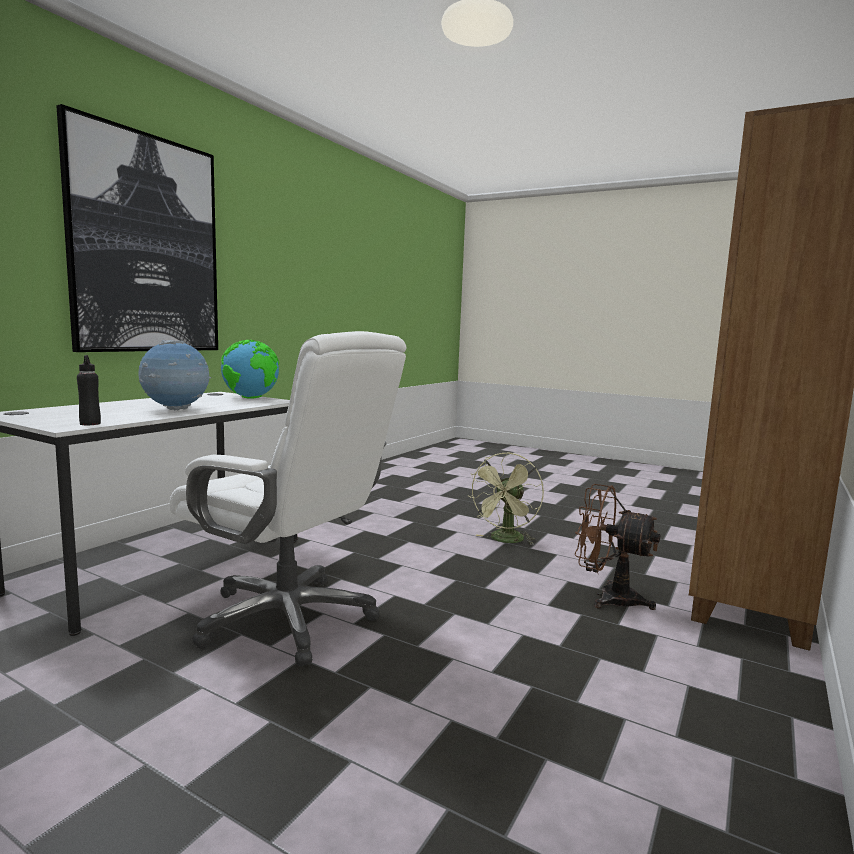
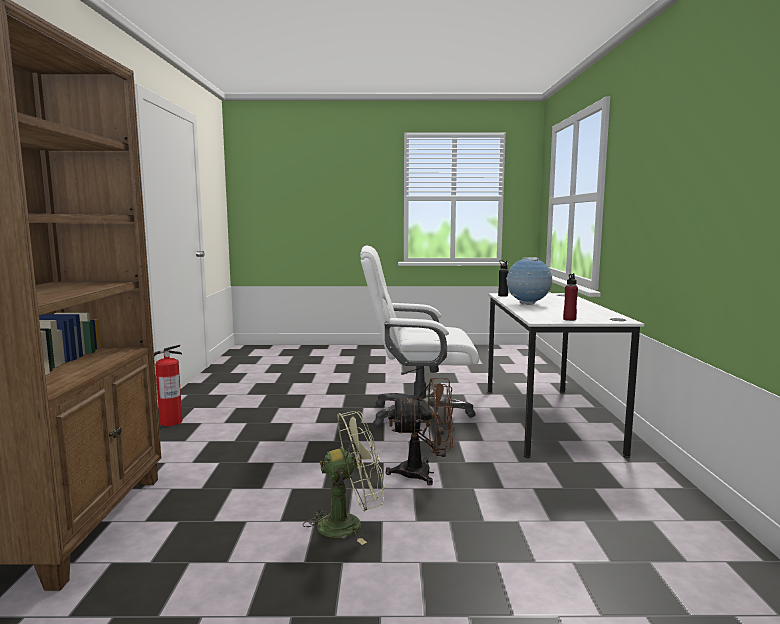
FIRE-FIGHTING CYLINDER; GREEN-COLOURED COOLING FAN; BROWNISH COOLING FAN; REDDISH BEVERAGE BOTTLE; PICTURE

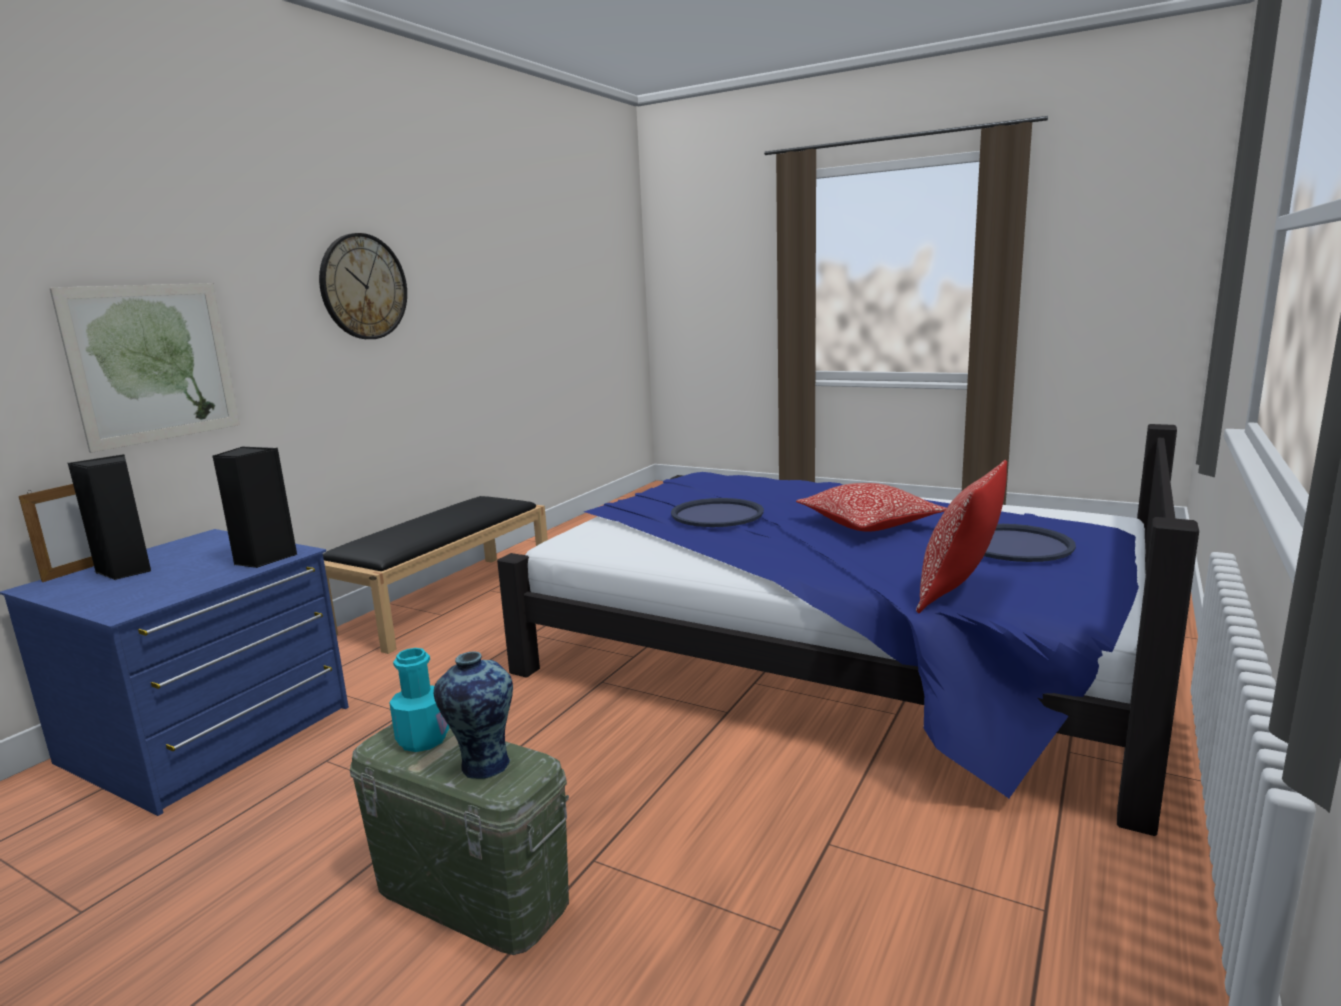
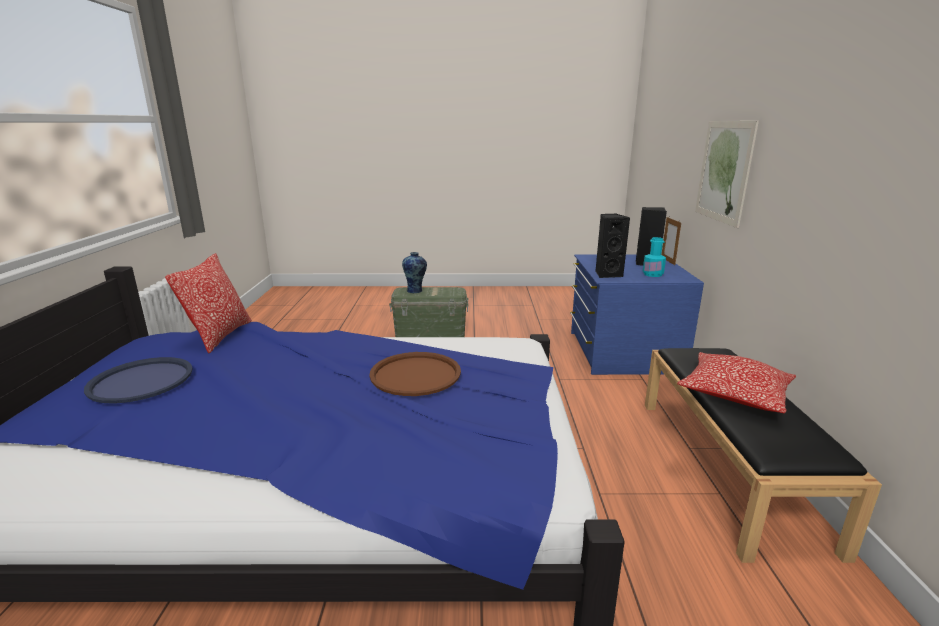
BROWNISH SERVING TRAY; BLUE-GREEN BEVERAGE BOTTLE; THROW PILLOW (no. 2 from left); CLOCK ON THE WALL

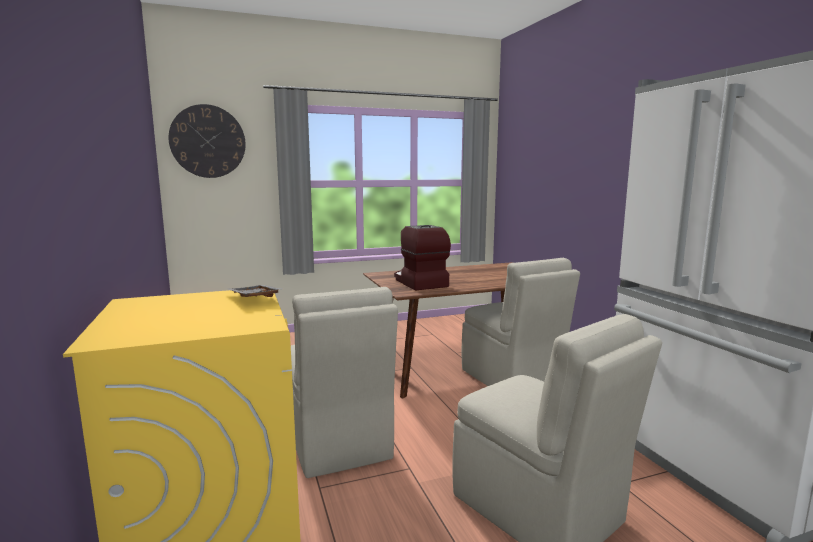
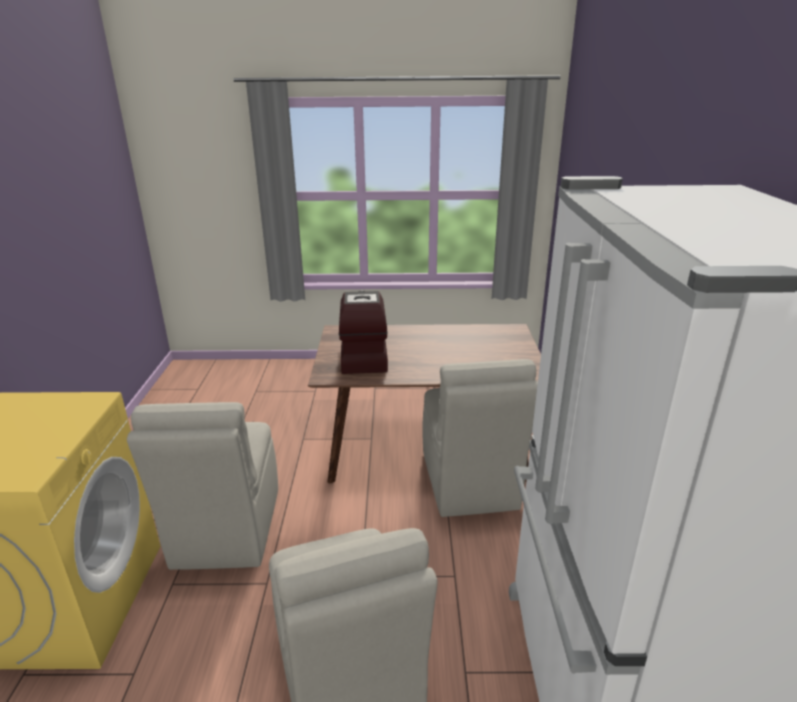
CLOCK ON THE WALL; GREYISH SERVING TRAY

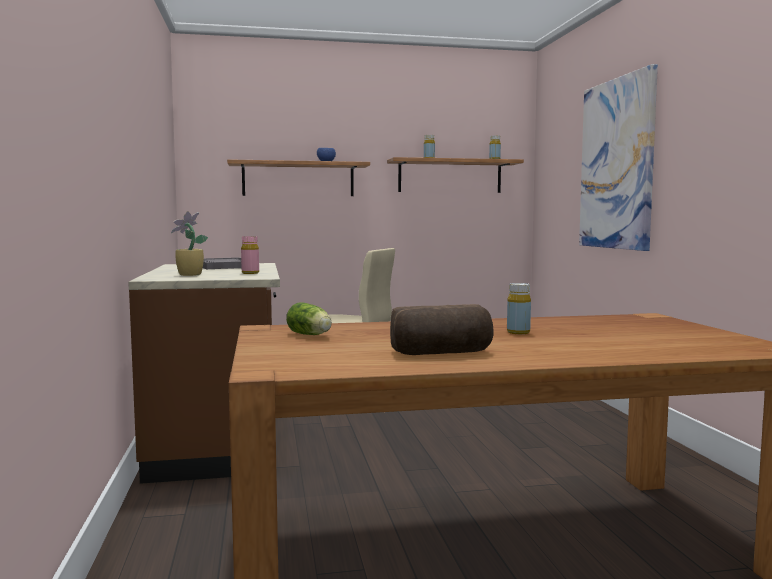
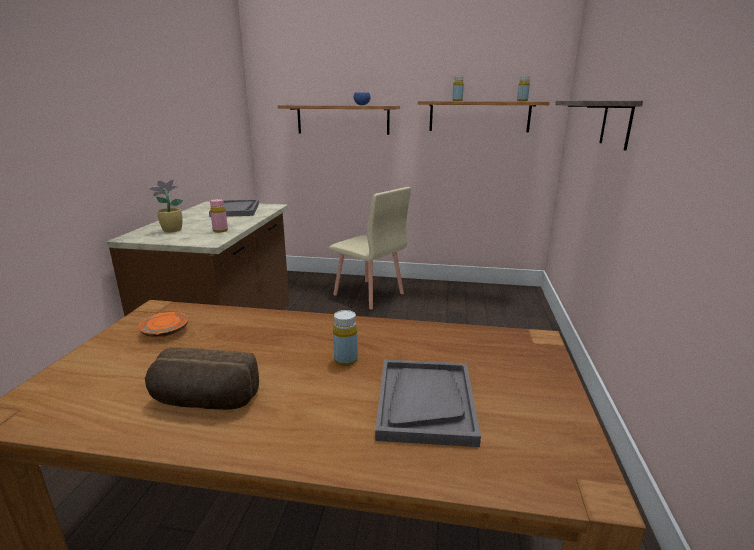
ORANGEY FLAT DISH; GREYISH SERVING TRAY (no. 2 from left); BRACKET SHELF (no. 3 from left)

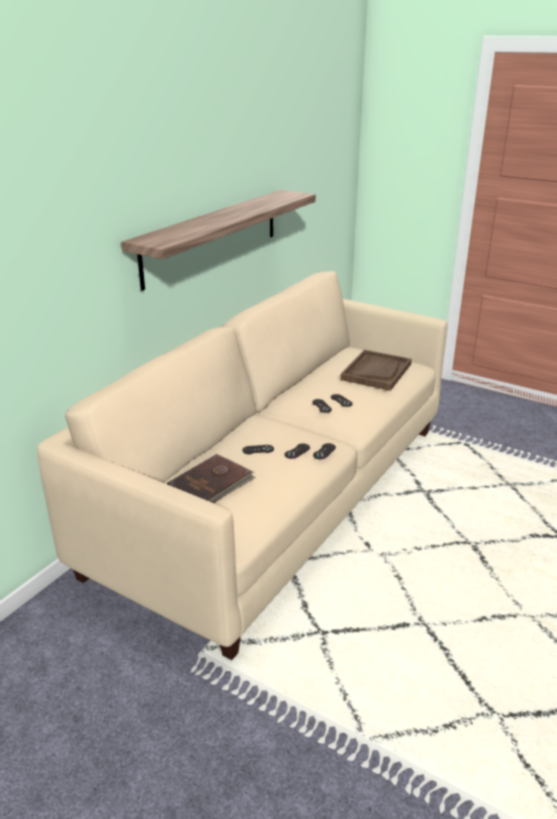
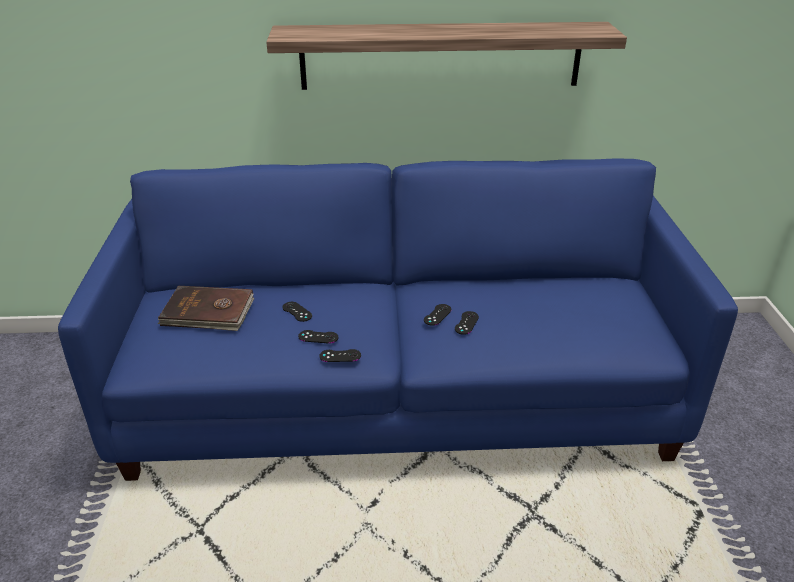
BLUE COUCH; BROWNISH SERVING TRAY

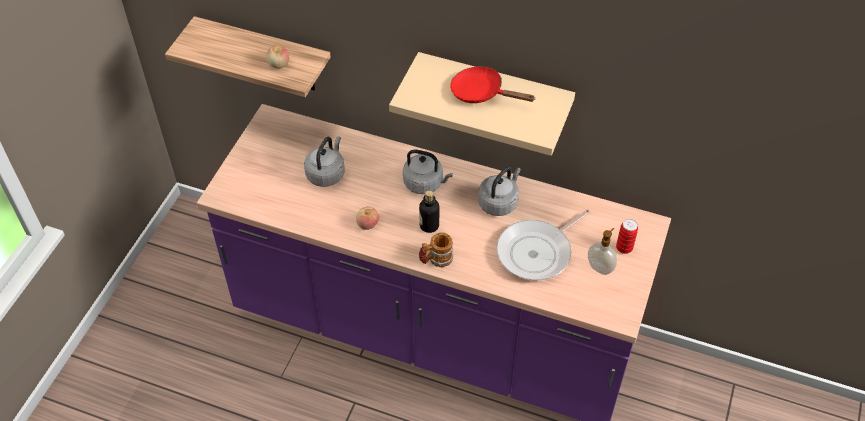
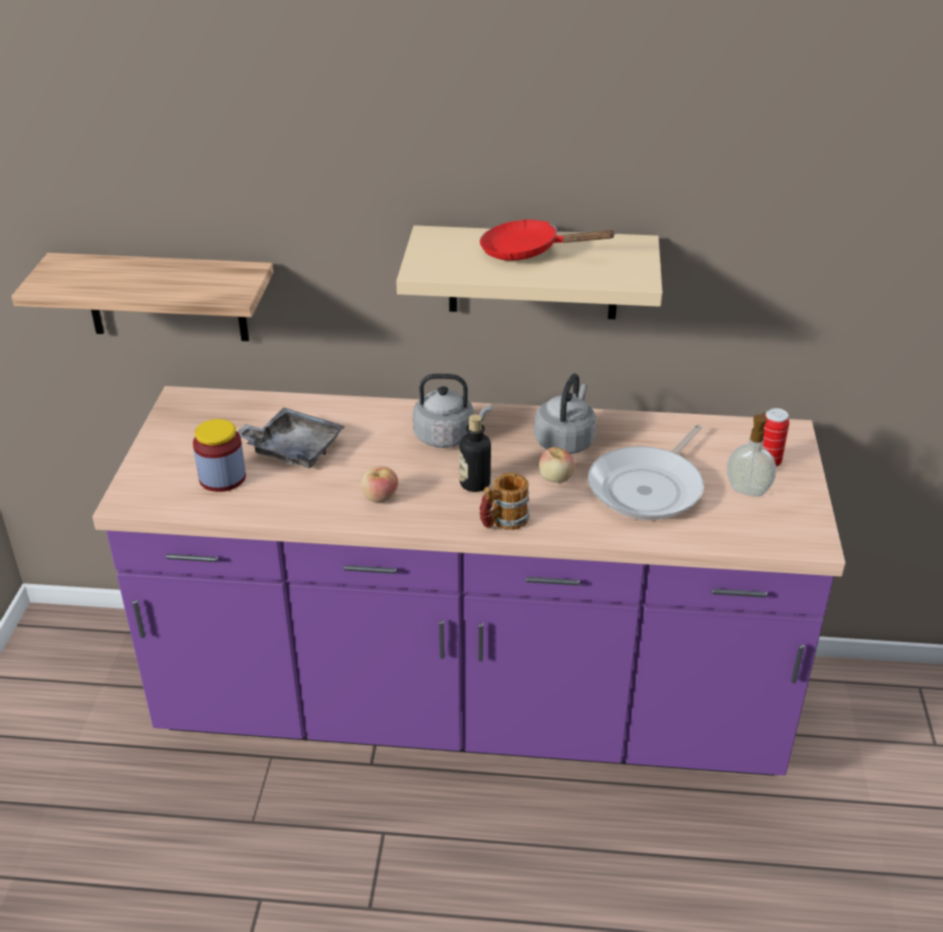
PRESERVE JAR; GREYISH SERVING TRAY; APPLE FRUIT (no. 2 from left)

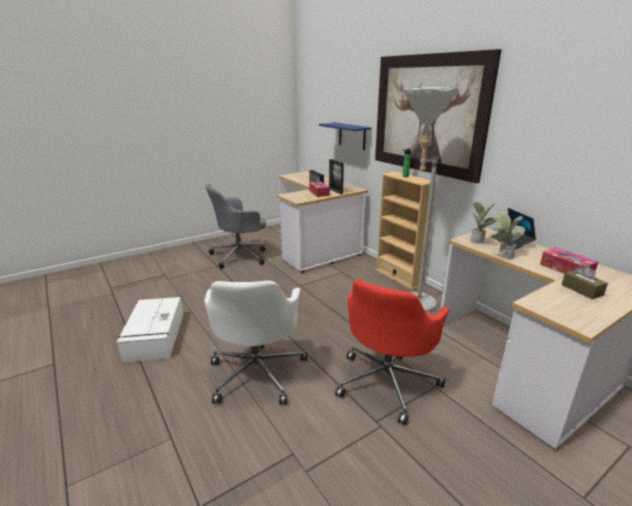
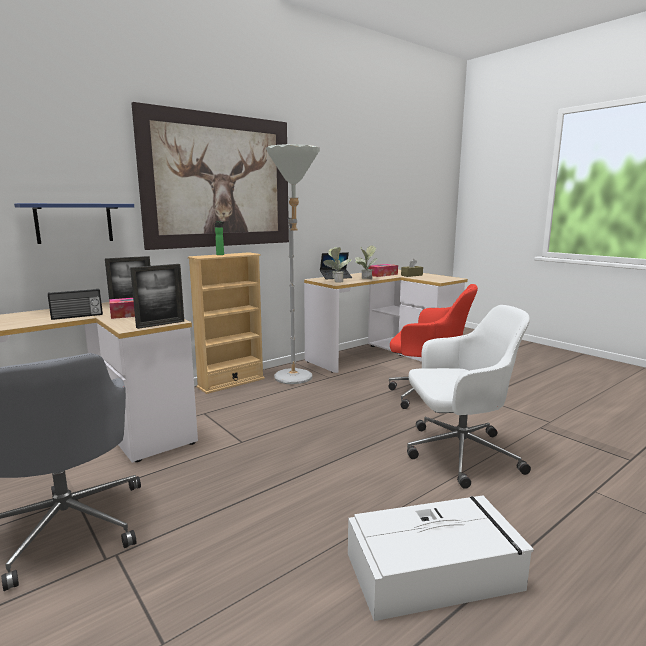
PHOTO FRAME (no. 2 from left)

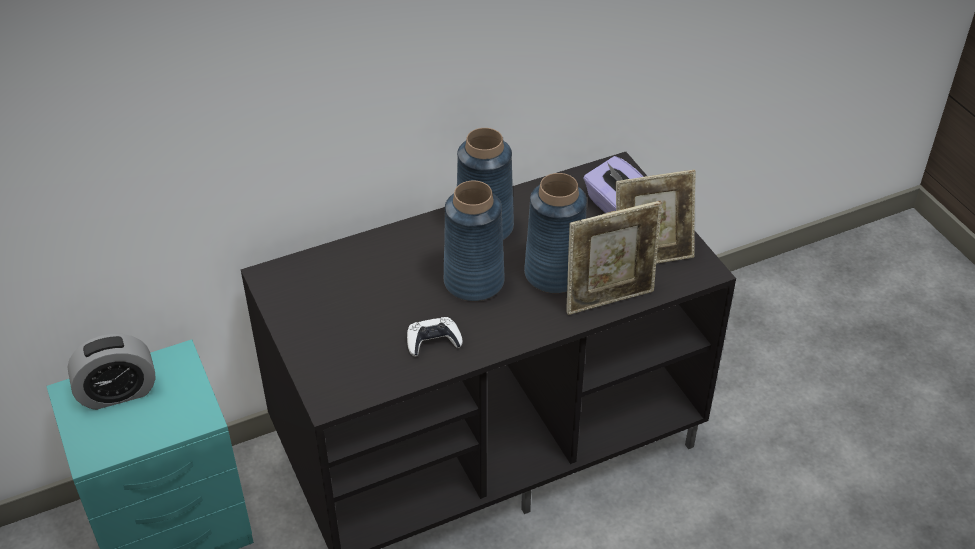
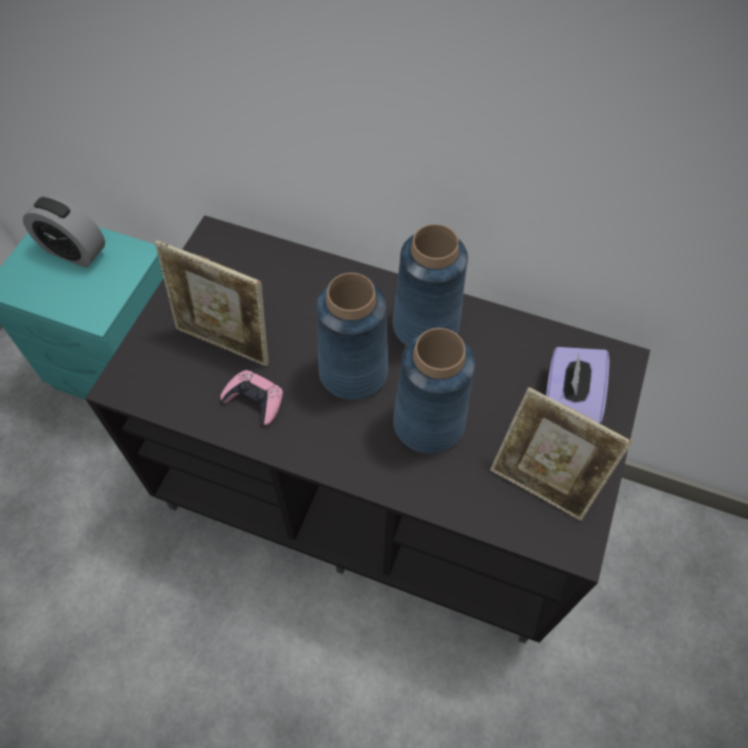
PHOTO FRAME (no. 1 from left); PINK GAME CONTROLLER

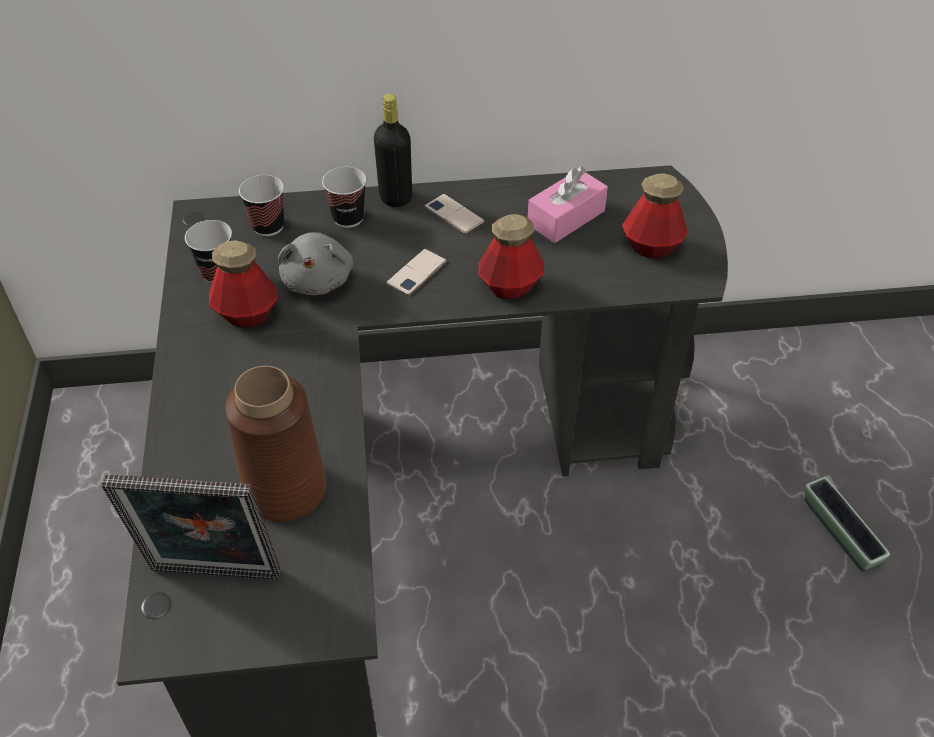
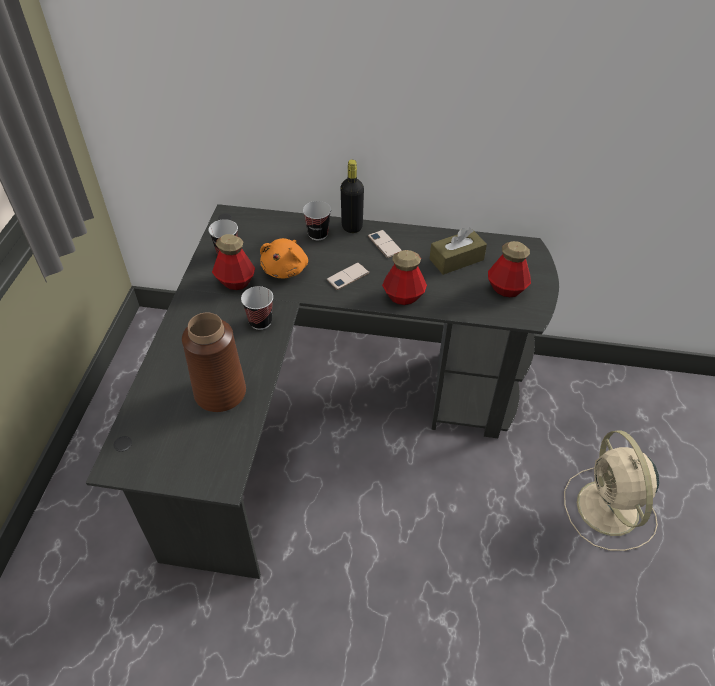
DRINKING CUP (no. 2 from left); ORANGEY SOFT TOY; BROWNISH BOX OF TISSUES; BEIGE COOLING FAN; PHOTO FRAME

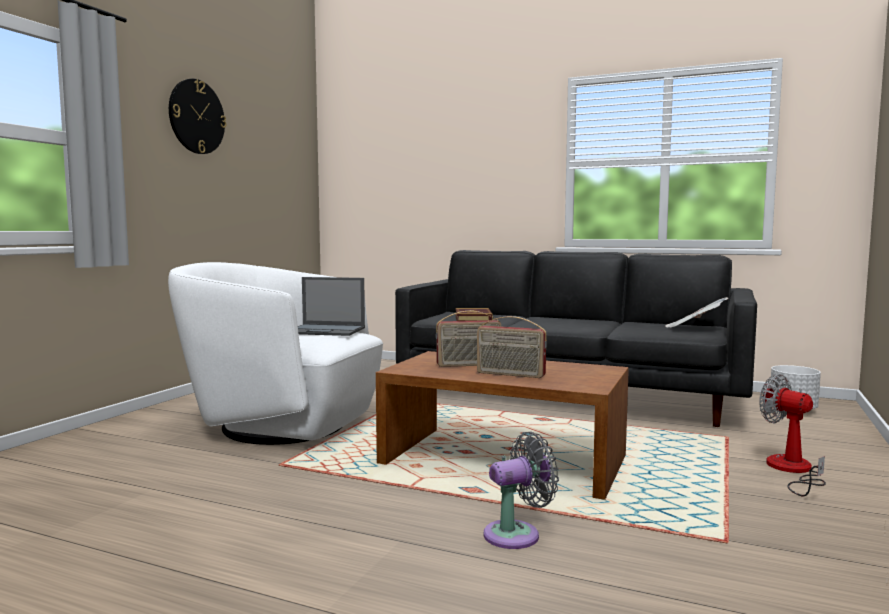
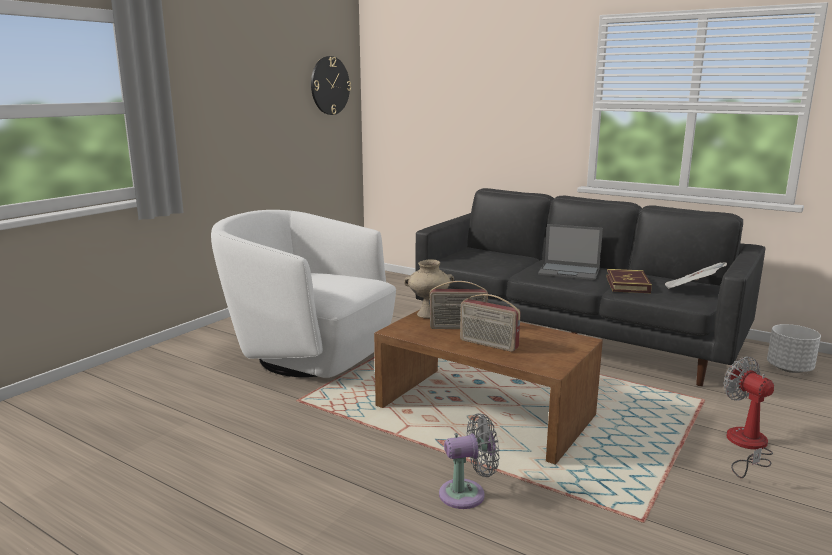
CLOCK ON THE WALL; BEIGE VASE; PORTABLE COMPUTER; VOLUME

